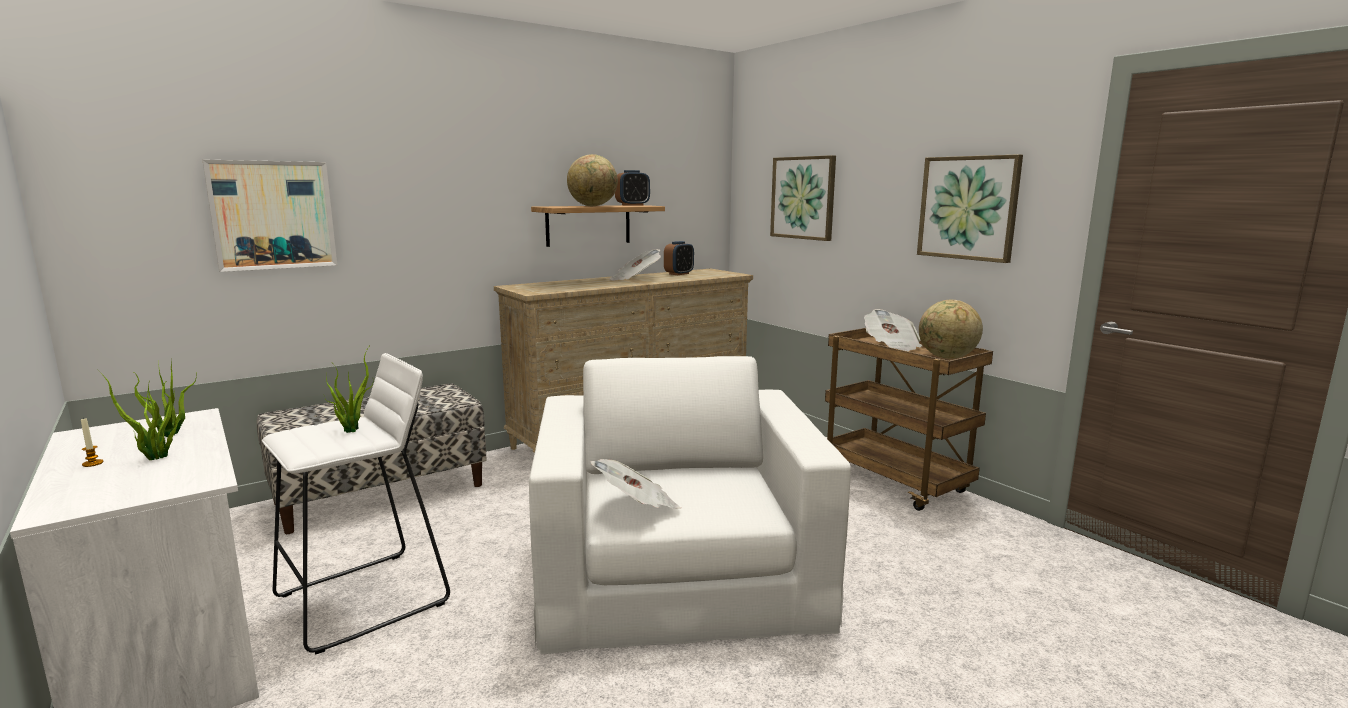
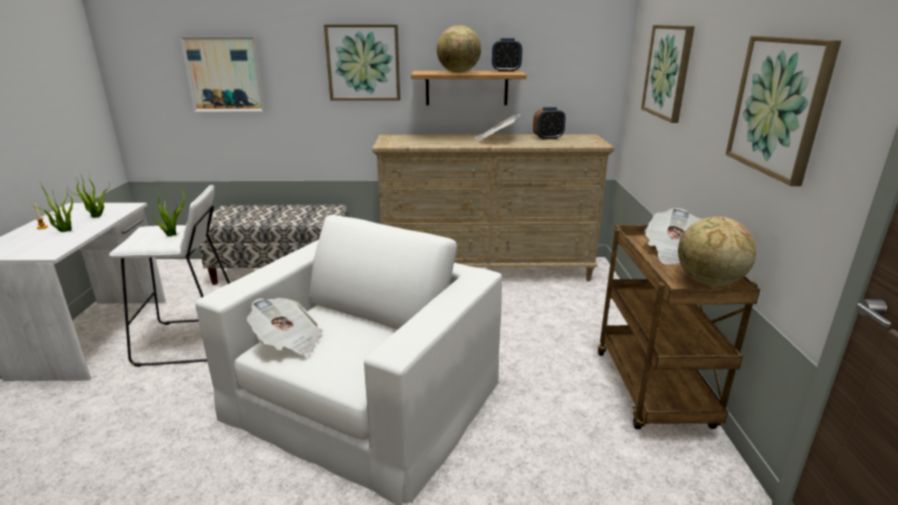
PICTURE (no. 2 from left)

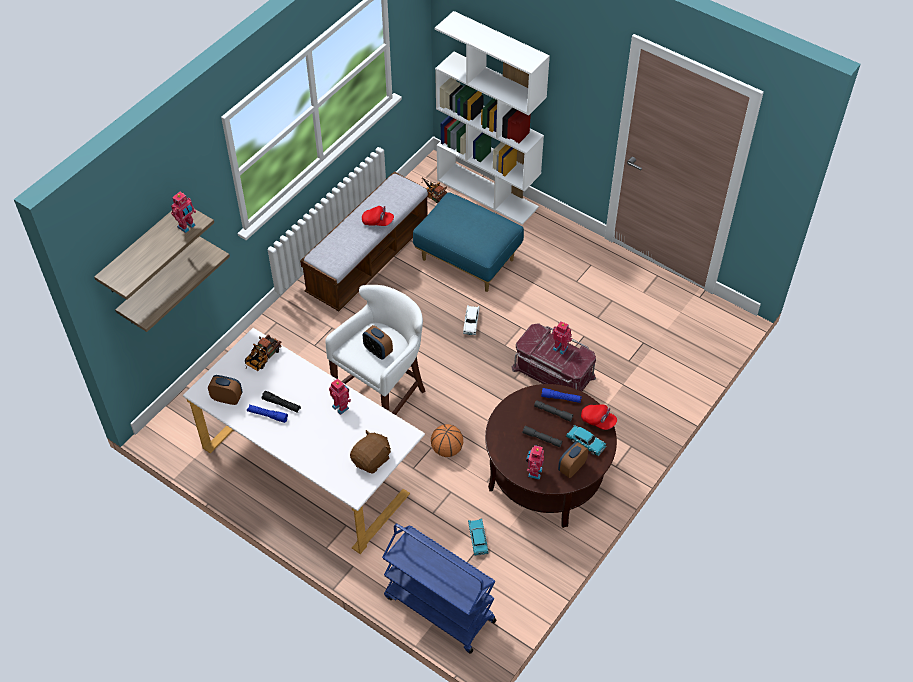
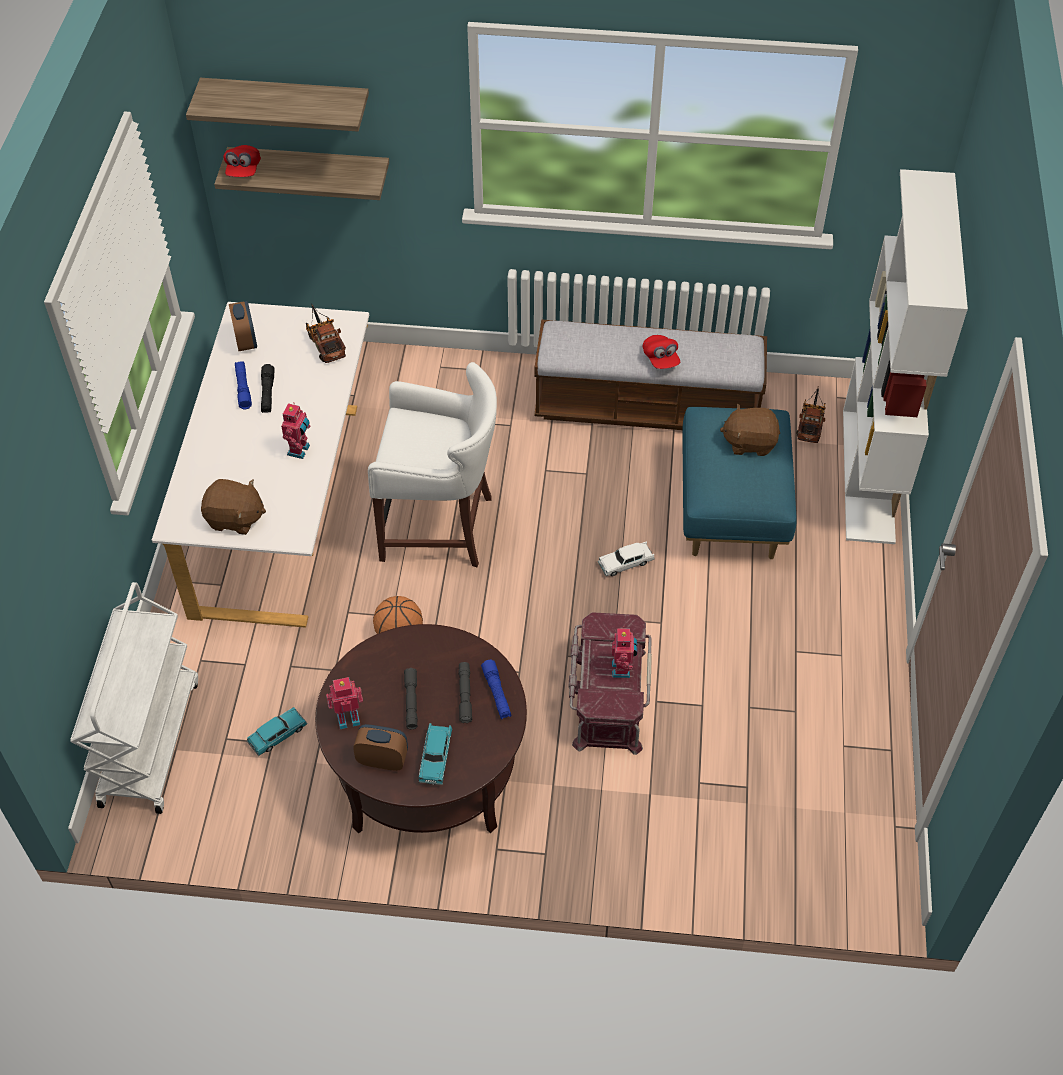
WHITE TROLLEY; REDDISH PEAKED CAP (no. 1 from left); MODEL TRUCK (no. 1 from left); BROWNISH SOFT TOY (no. 2 from left); TOY ROBOT (no. 1 from left in the first image); TABLE CLOCK (no. 2 from left in the first image)

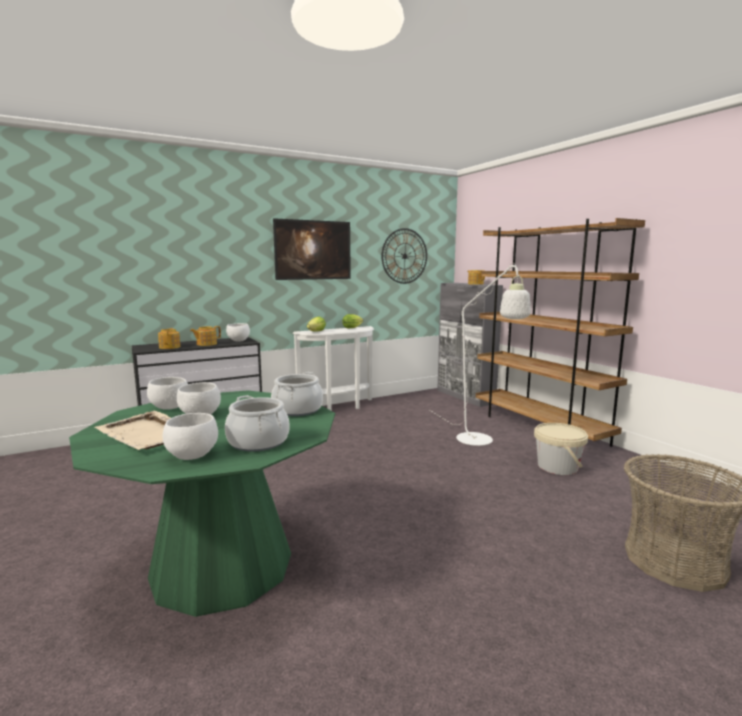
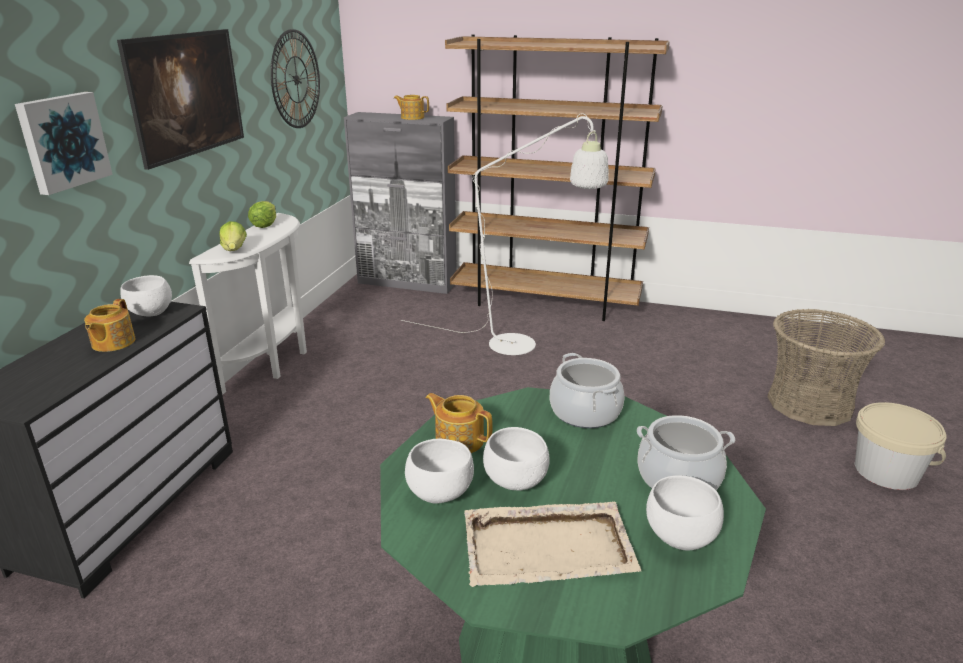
PICTURE (no. 1 from left); POT FOR TEA (no. 3 from left); BEIGE PAIL

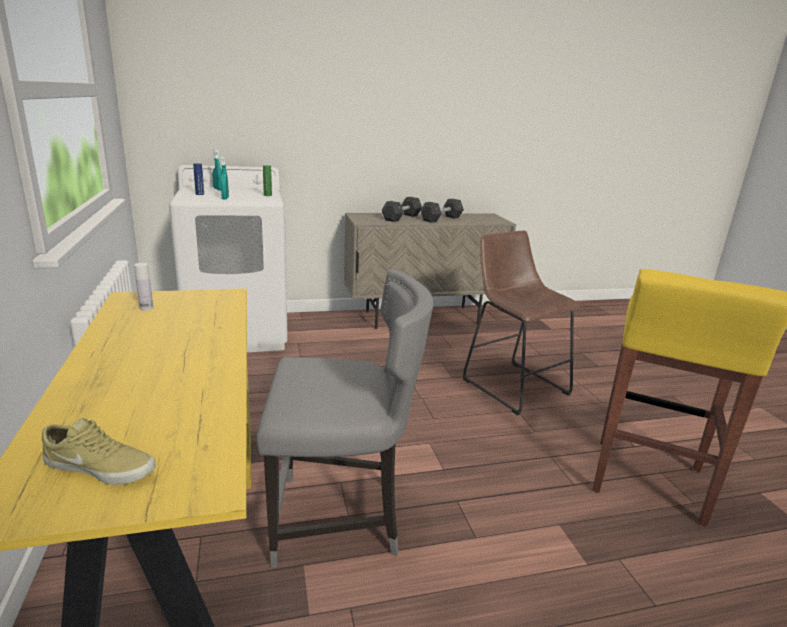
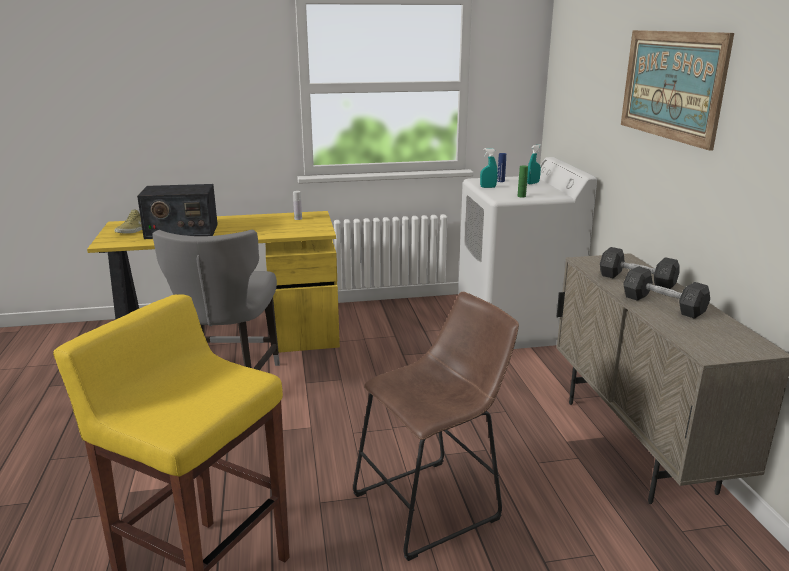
RADIO; PICTURE

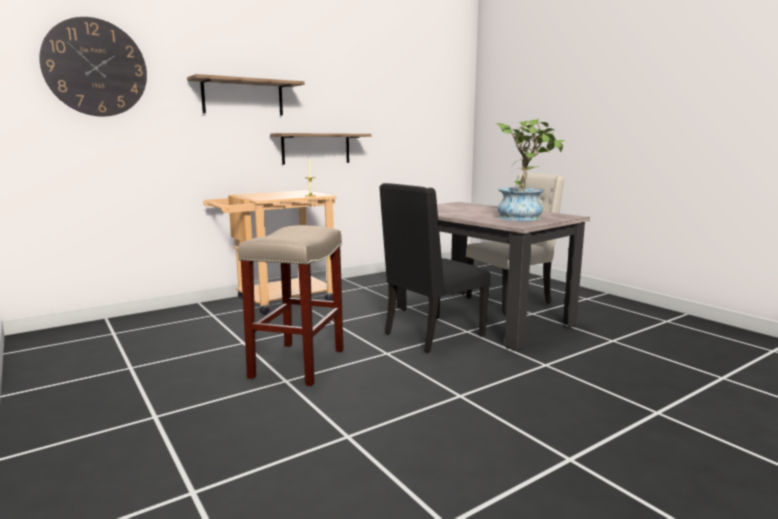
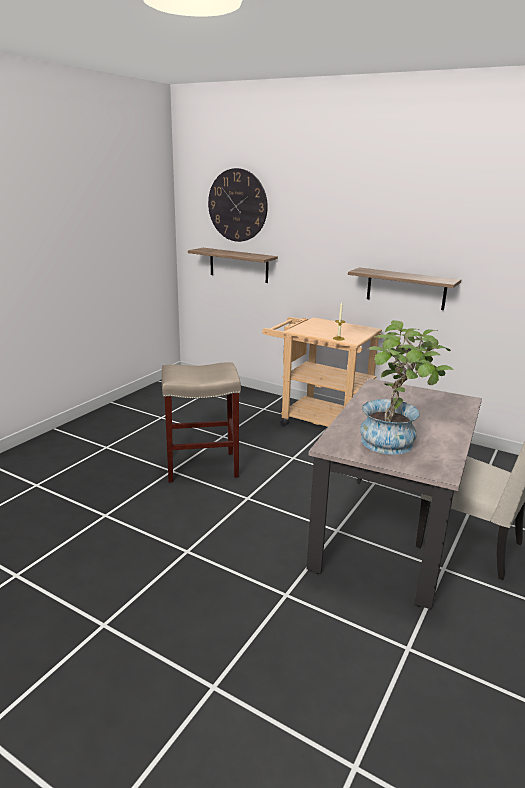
BRACKET SHELF (no. 1 from left); BLACK PLAIN CHAIR

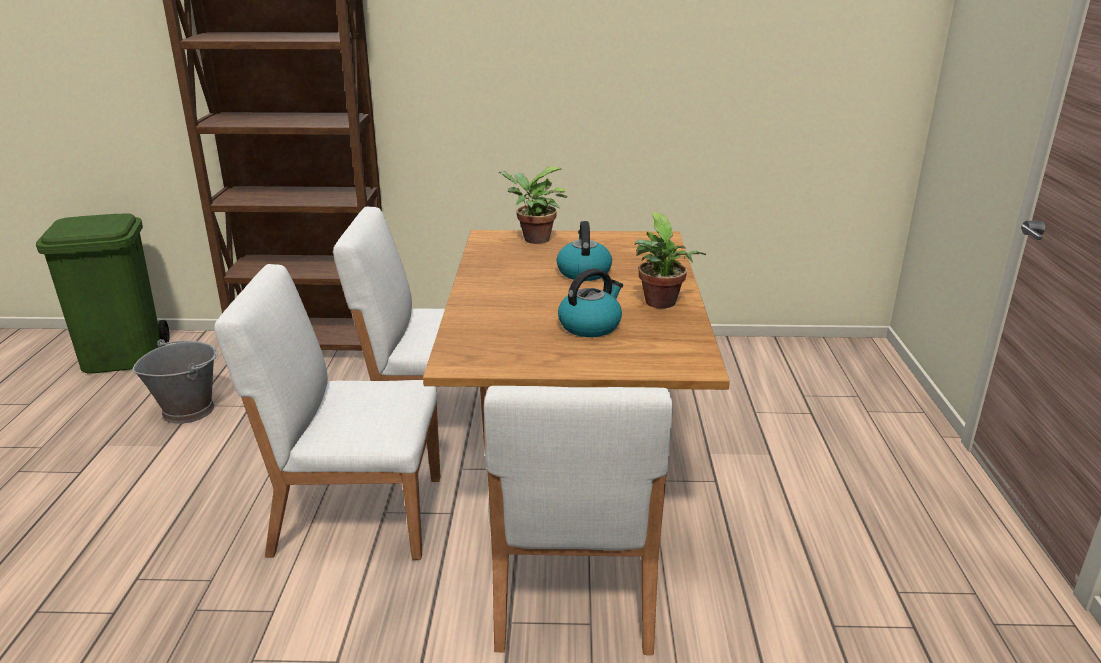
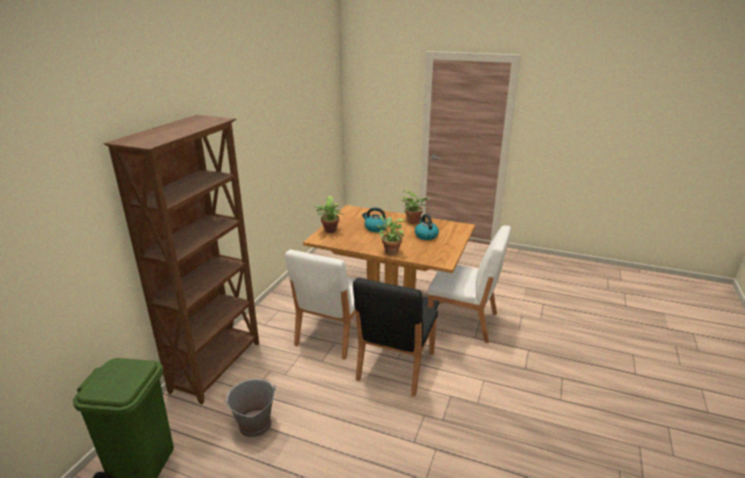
BLACK PLAIN CHAIR; HOUSEPLANT (no. 2 from left)

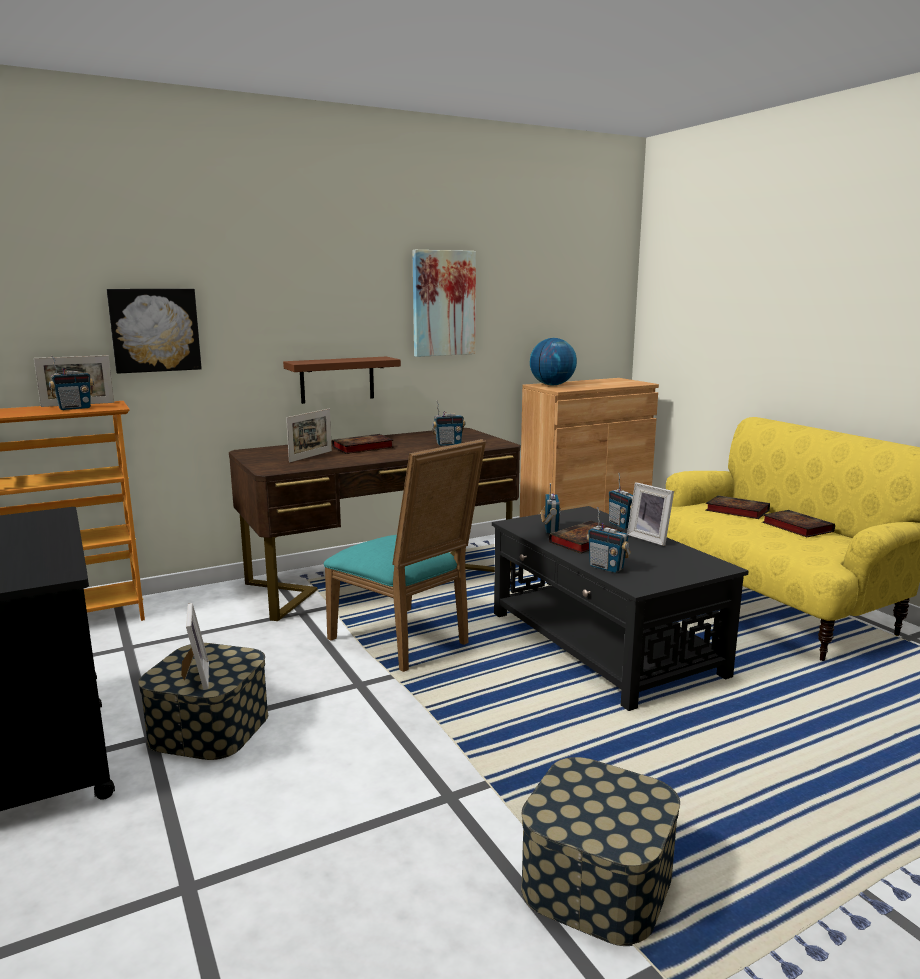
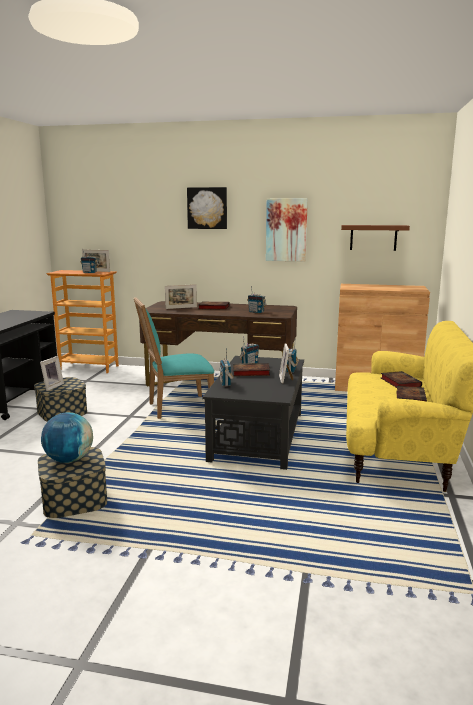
WORLD GLOBE; BLUE-GREEN PLAIN CHAIR; PICTURE (no. 1 from left); BROWNISH BRACKET SHELF

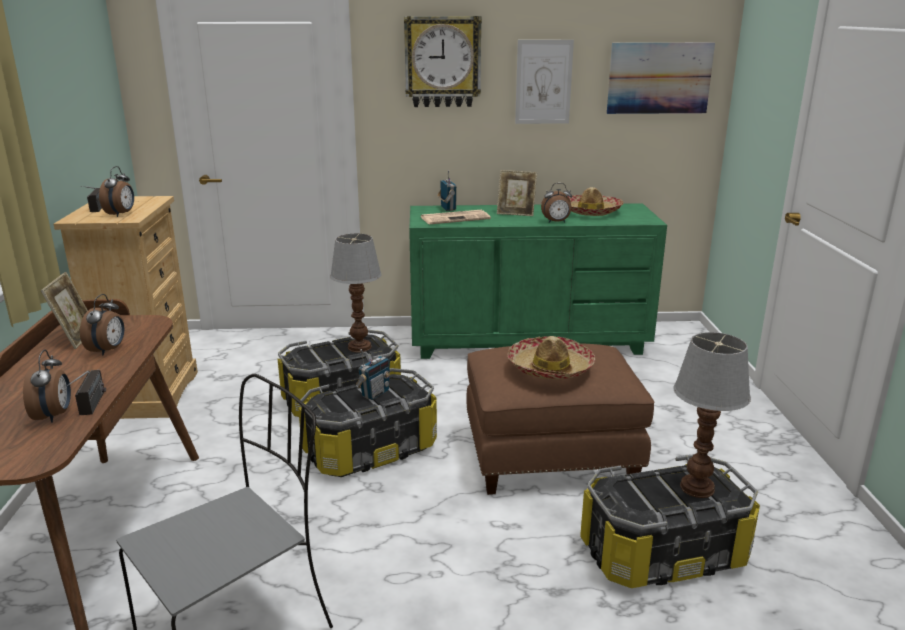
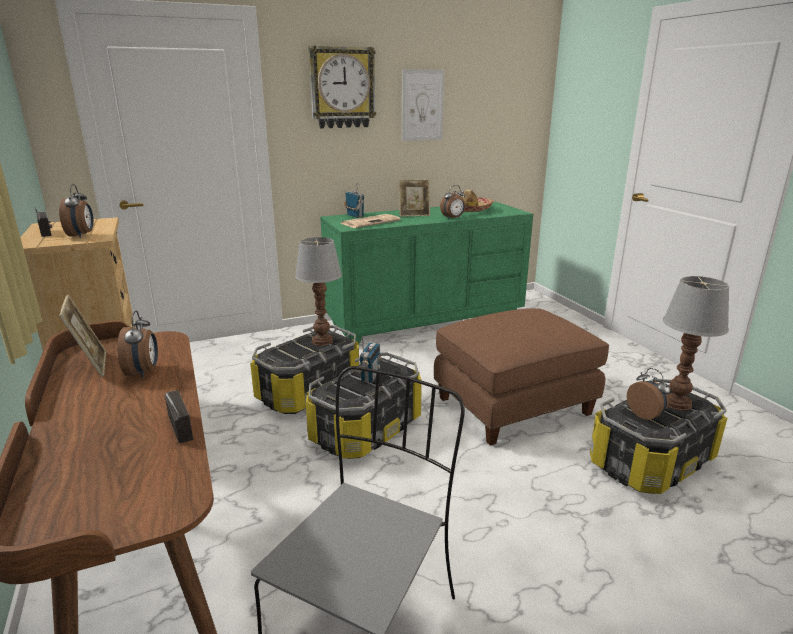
TABLE CLOCK (no. 4 from left); WEARABLE HAT (no. 1 from left in the first image); PICTURE (no. 2 from left in the first image)

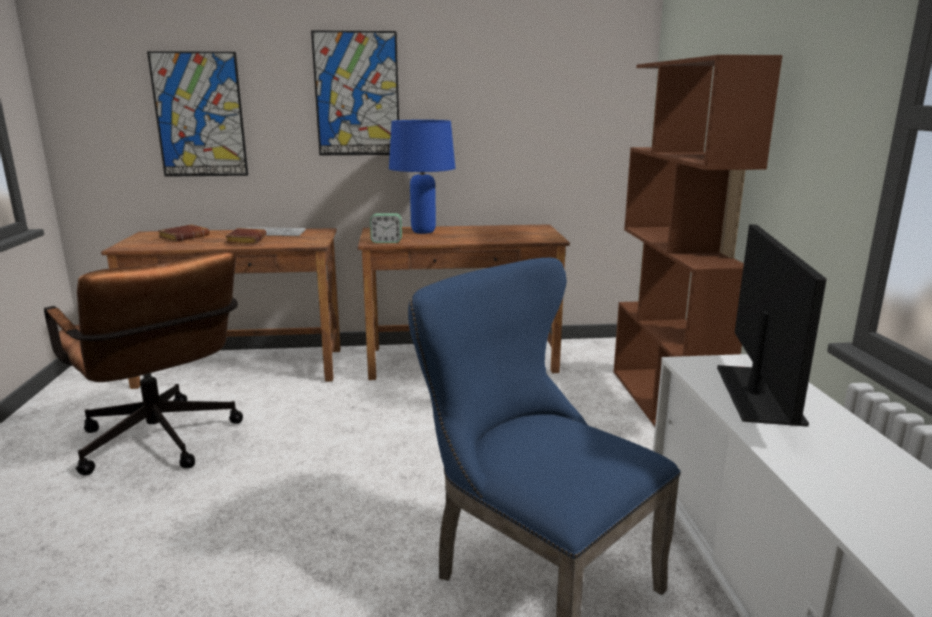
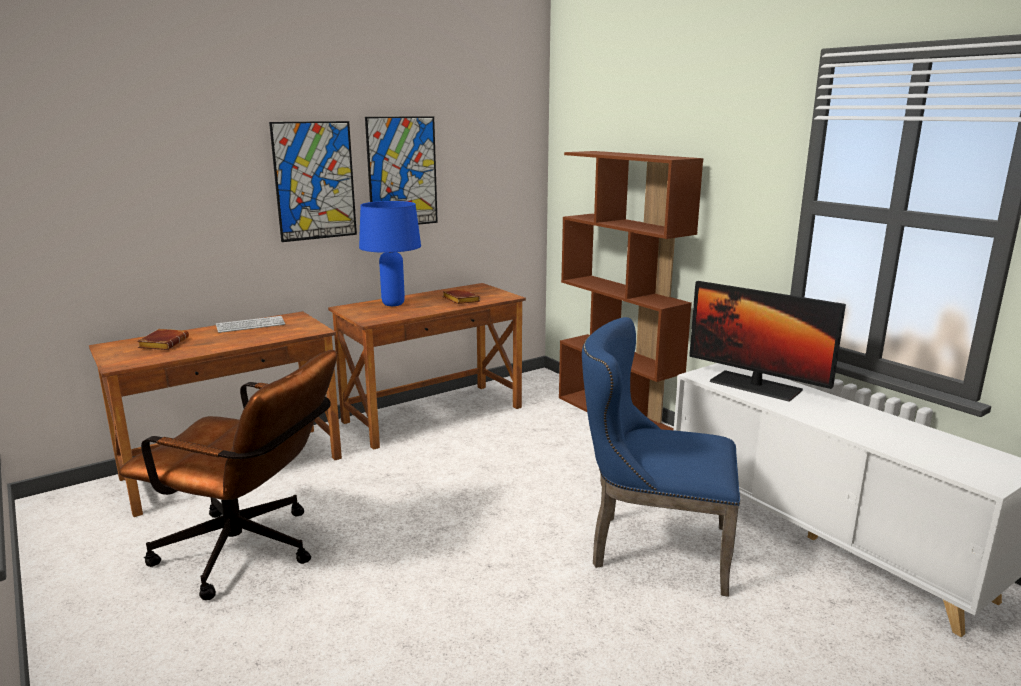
PICTURE (no. 2 from left); BROWNISH VOLUME (no. 2 from left); MONITOR; TABLE CLOCK

